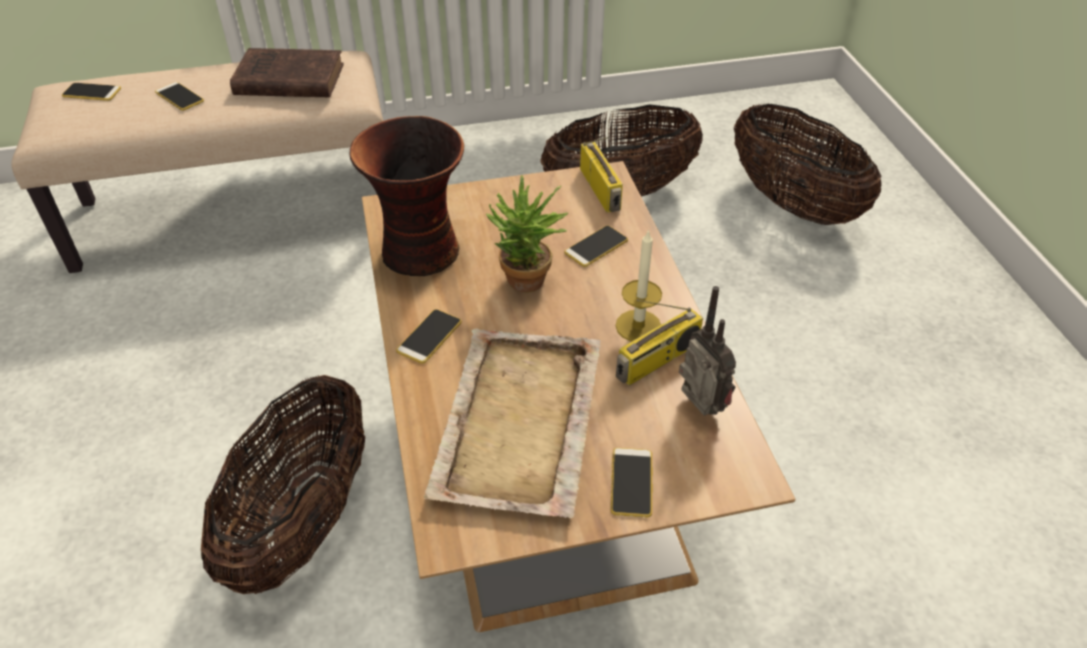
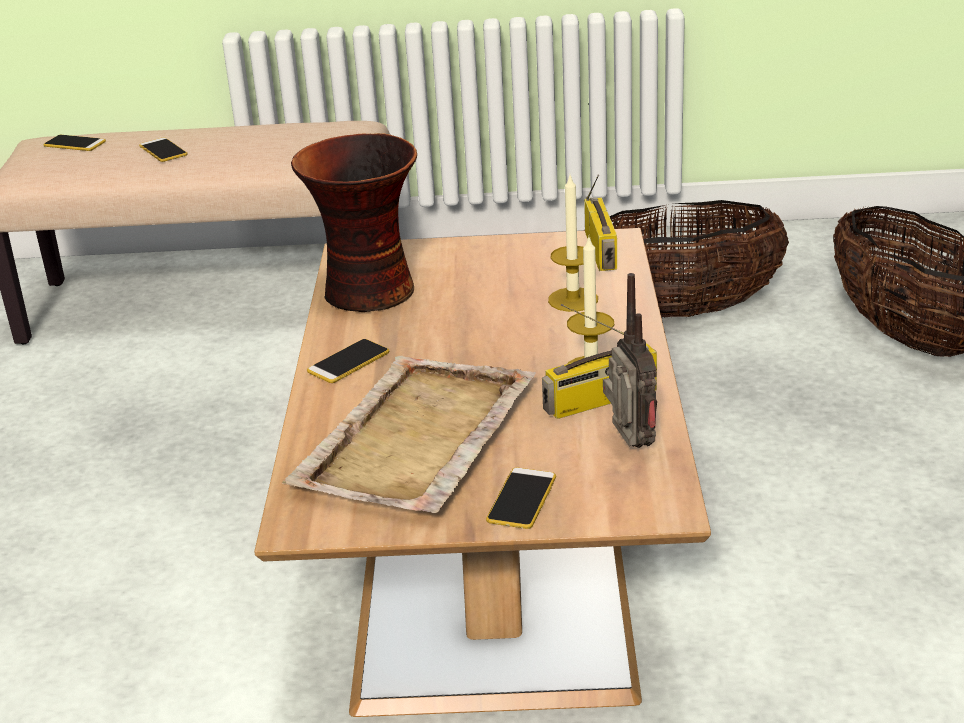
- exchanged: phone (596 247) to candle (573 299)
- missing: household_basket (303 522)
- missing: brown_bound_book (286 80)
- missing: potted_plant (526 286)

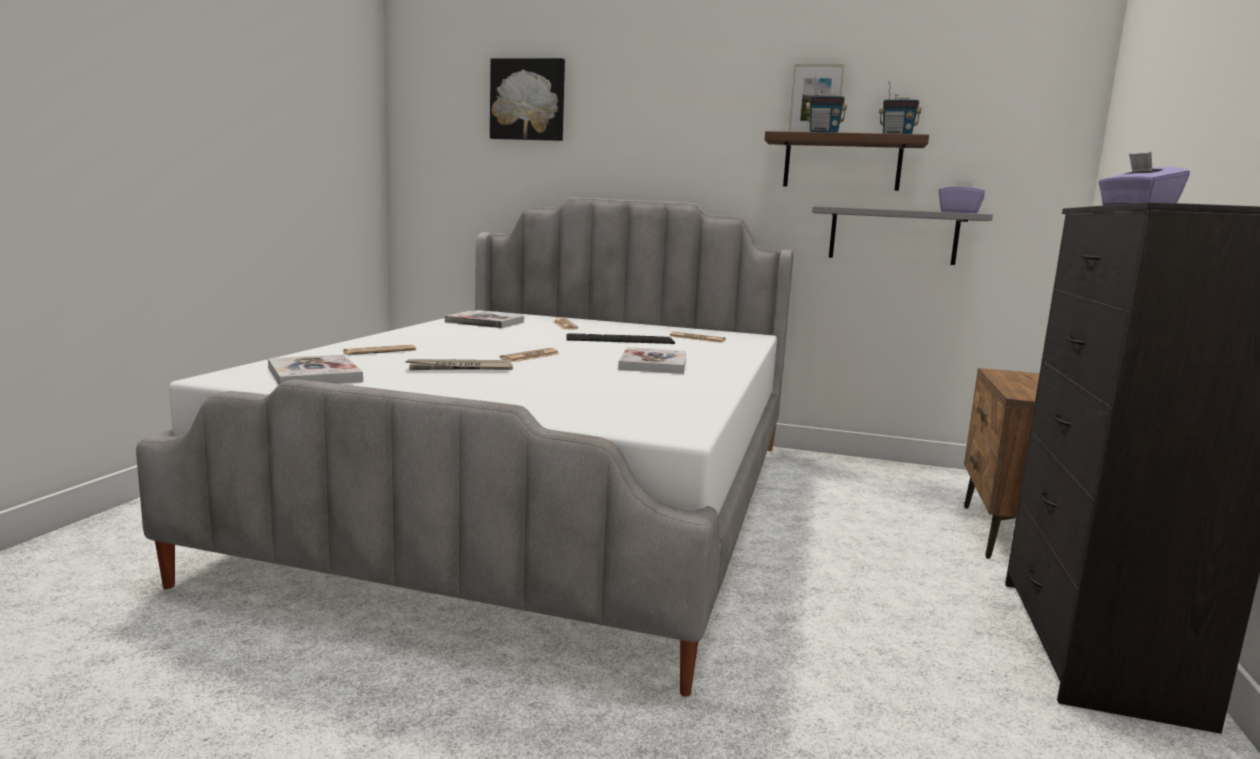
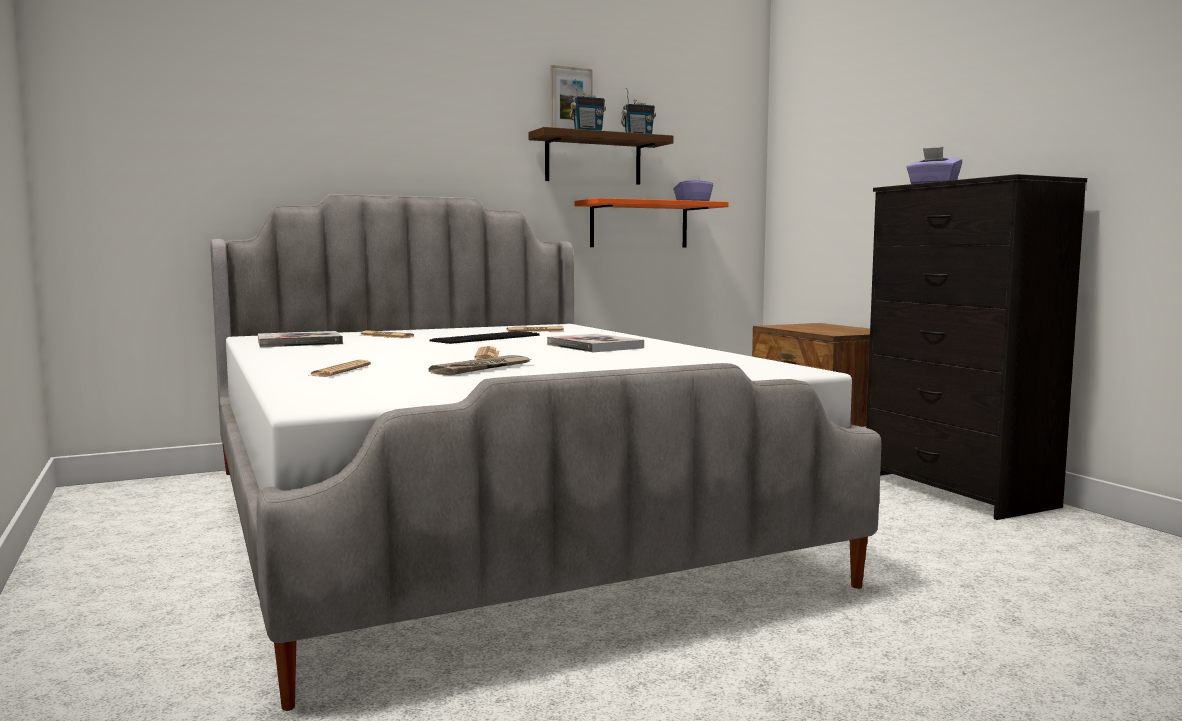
- colour: gray_wall_shelf (893 236) to orangey_wall_shelf (639 225)
- missing: bound_book (314 374)
- missing: wall_art (528 100)

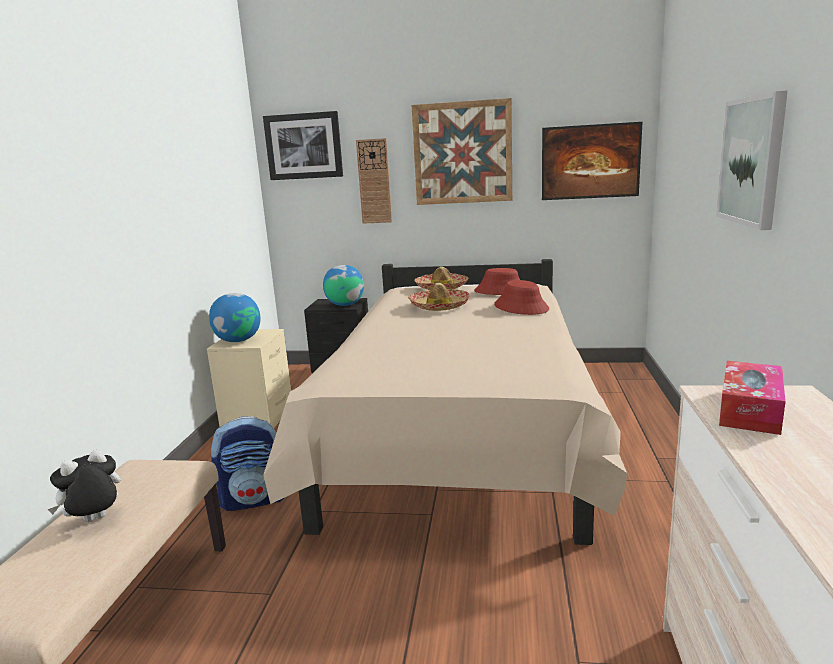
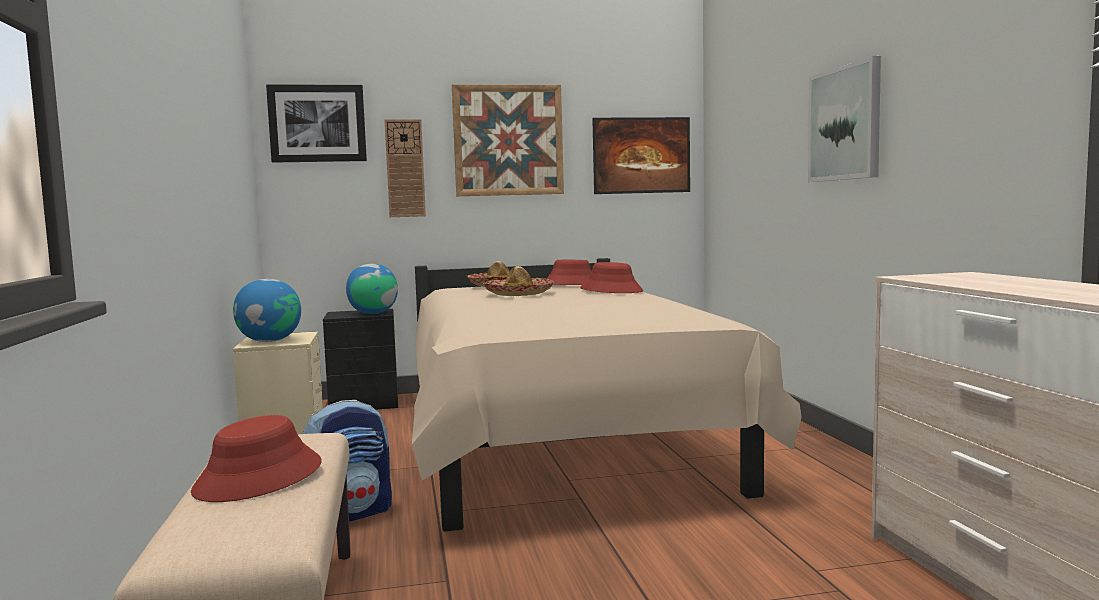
- exchanged: plush_toy (94 521) to red-coloured_wearable_hat (259 478)
- missing: tissue_holder (750 410)

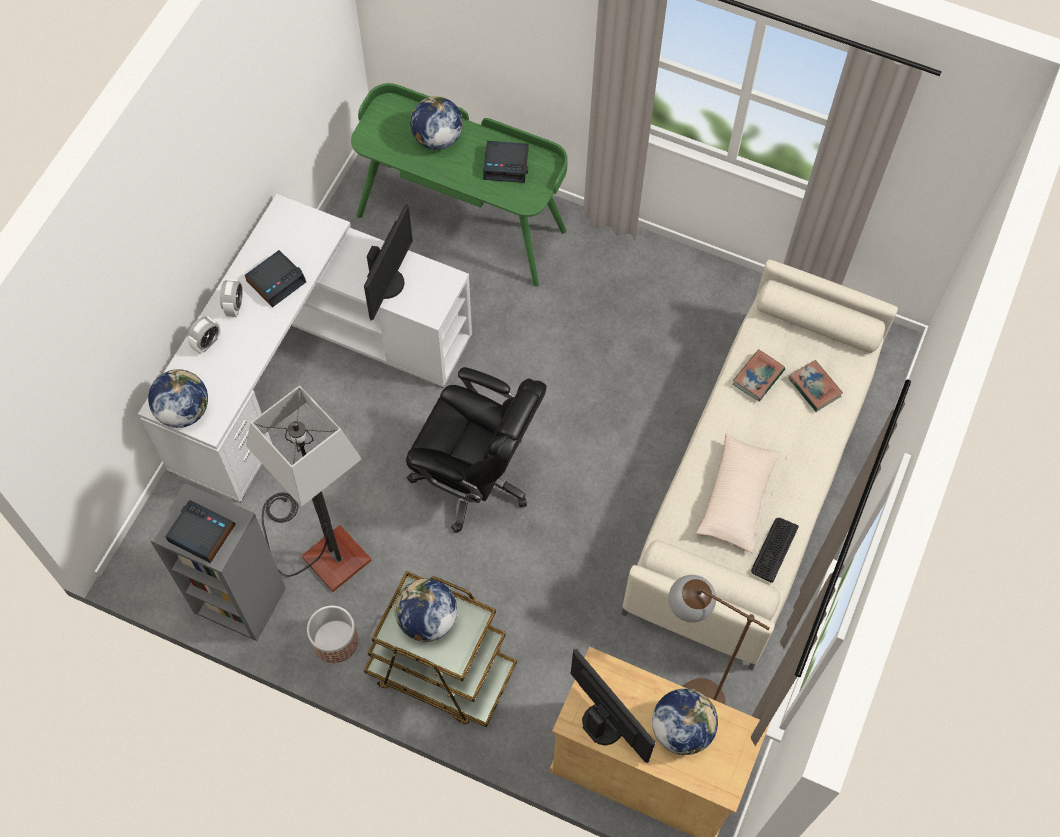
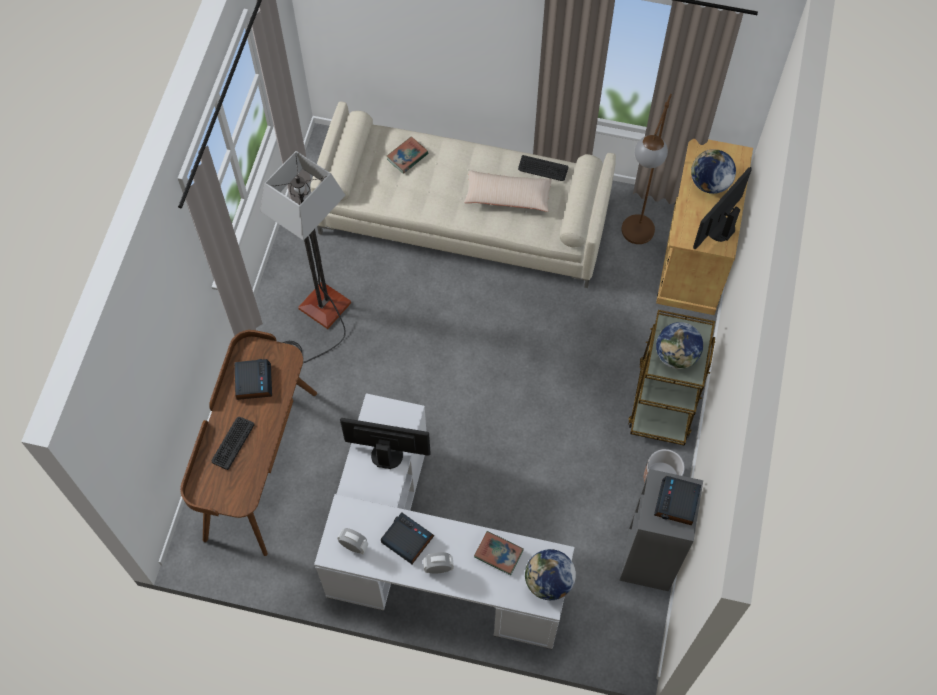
- colour: green-coloured_desk (462 221) to brown_desk (259 464)
- exchanged: world_globe (437 139) to computer_keyboard (232 443)
- relocated: standing_lamp (321 550) to (319 318)
- relocated: table_clock (207 343) to (354 546)
- relocated: bound_book (758 377) to (498 554)
- missing: black_computer_chair (475 477)

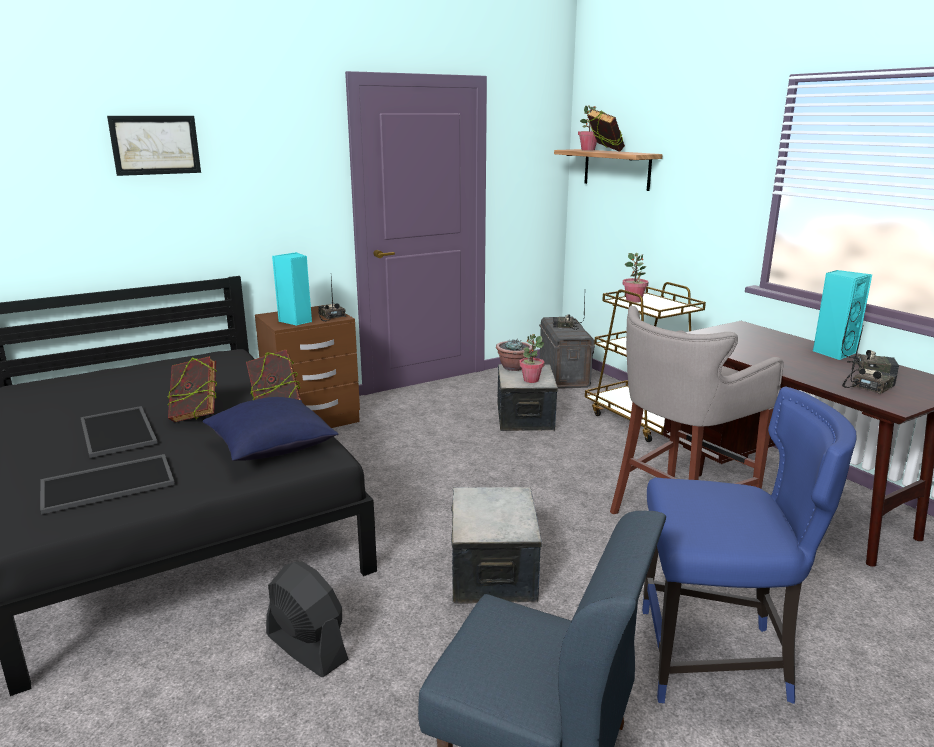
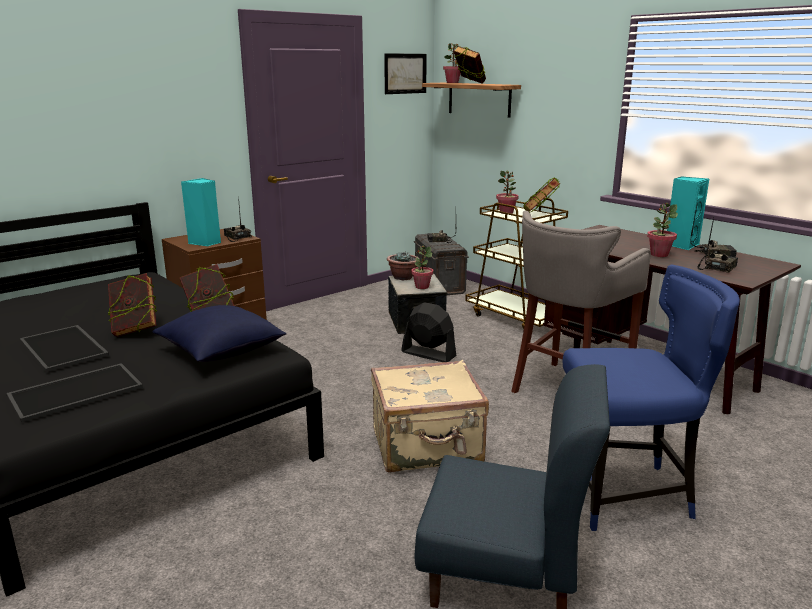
- exchanged: storage_bin (494 572) to sand-coloured_travel_case (427 447)
- relocated: wall_art (155 145) to (405 73)
- relocated: black_fan (306 647) to (428 354)
- appeared: bound_book (539 214)
- appeared: potted_plant (659 254)

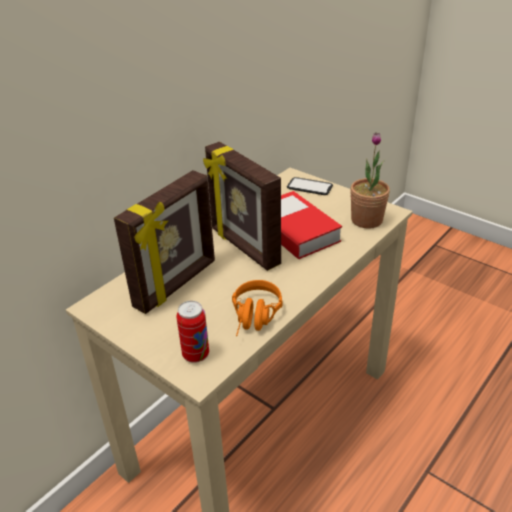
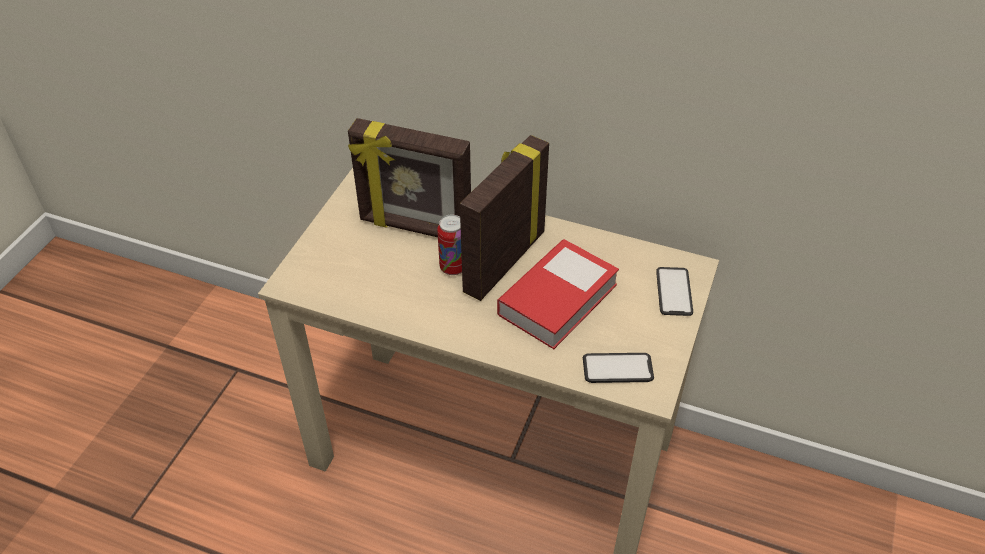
- relocated: sealed_can (196 355) to (453 267)
- exchanged: potted_plant (366 220) to phone (617 368)
- missing: orangey_pair_of_headphones (255 319)

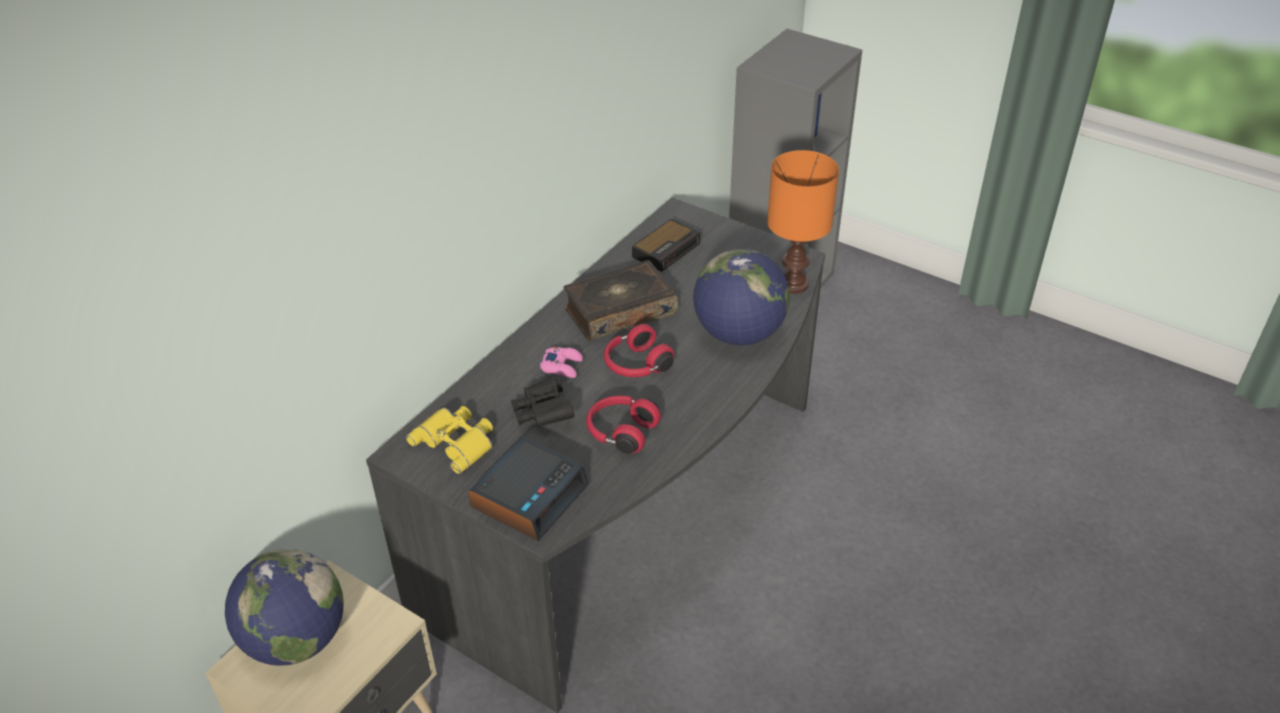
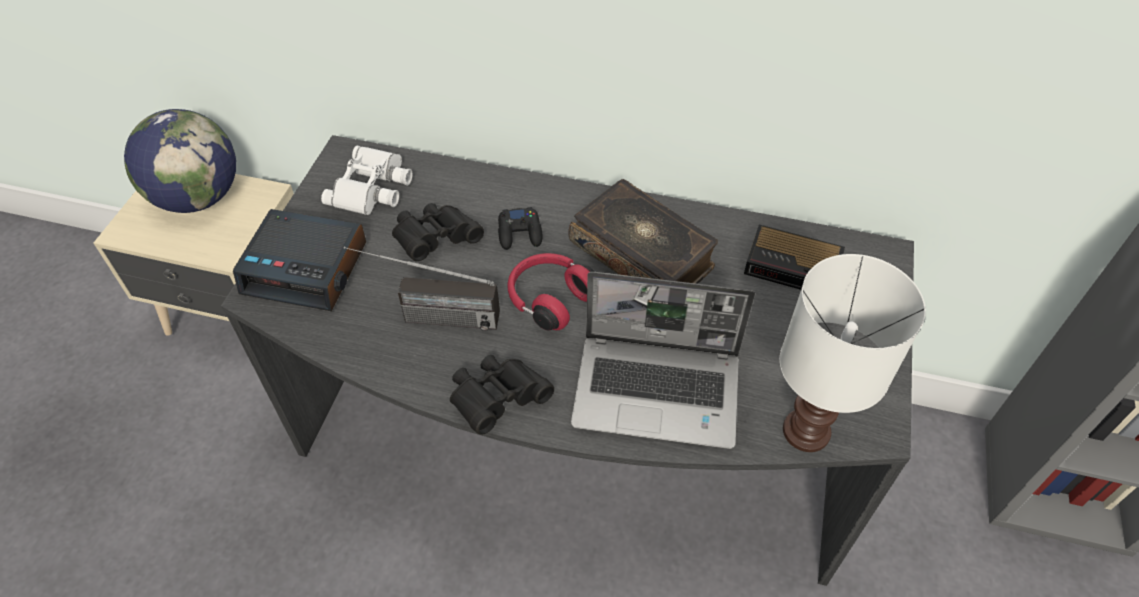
- colour: yellow-coloured_field_glasses (456 441) to white-coloured_field_glasses (373 187)
- exchanged: red-coloured_pair_of_headphones (620 432) to radio (427 317)
- appeared: black_field_glasses (498 400)
- colour: pink_joypad (562 366) to black_joypad (520 233)
- exchanged: world_globe (739 334) to laptop (659 391)
- colour: orangey_table_lamp (794 285) to white-coloured_table_lamp (805 433)

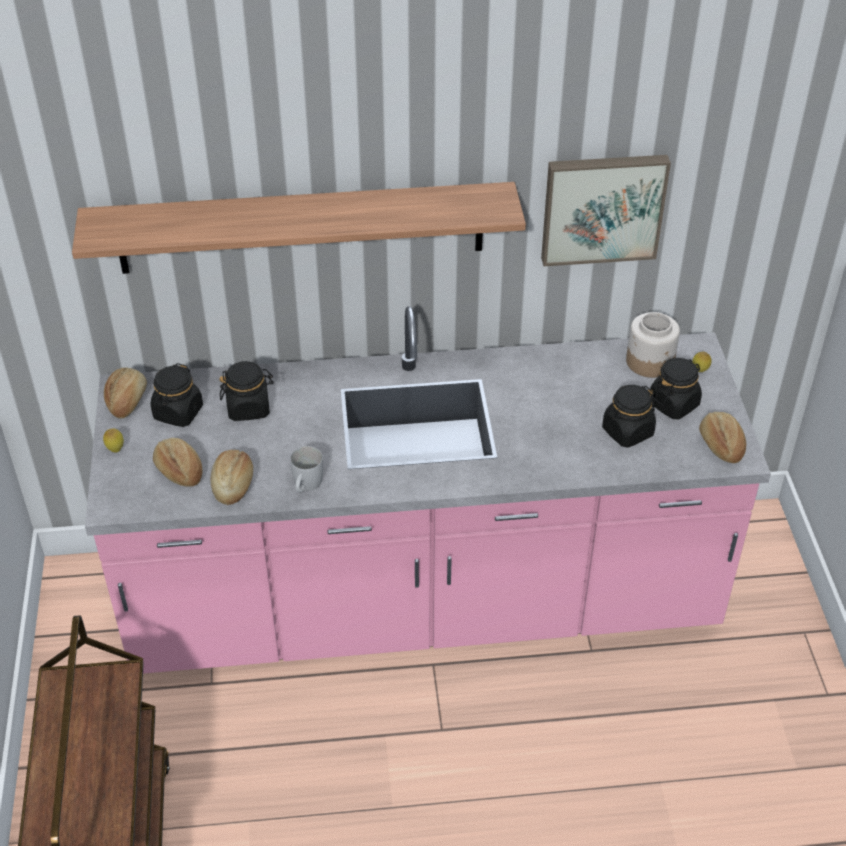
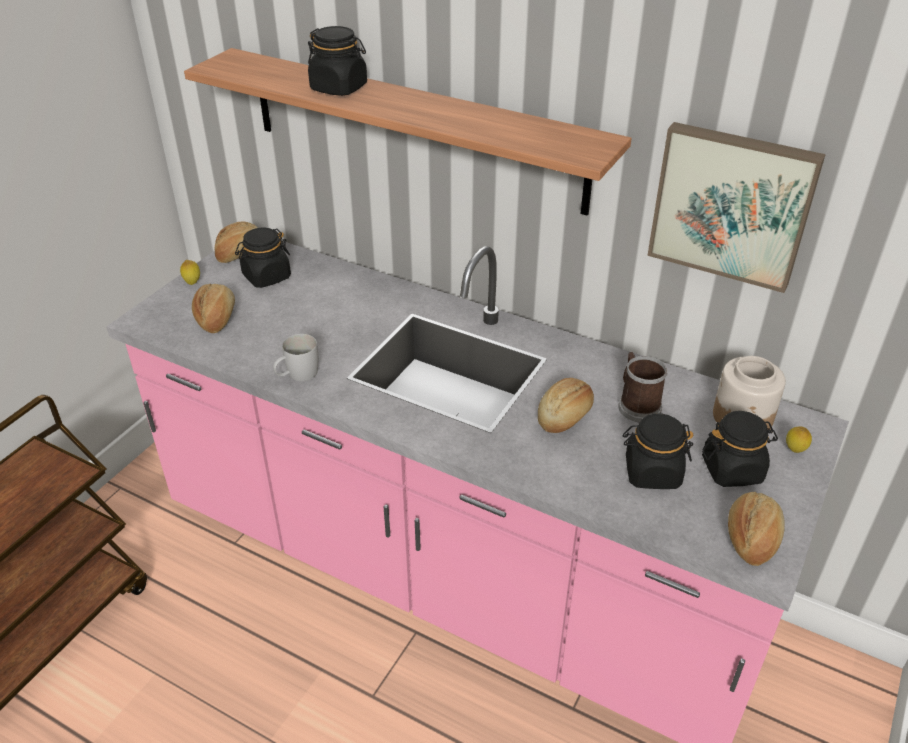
- relocated: black_preserve_jar (249 408) to (339 88)
- relocated: bread (234 484) to (565 416)
- appeared: mug (636 405)

